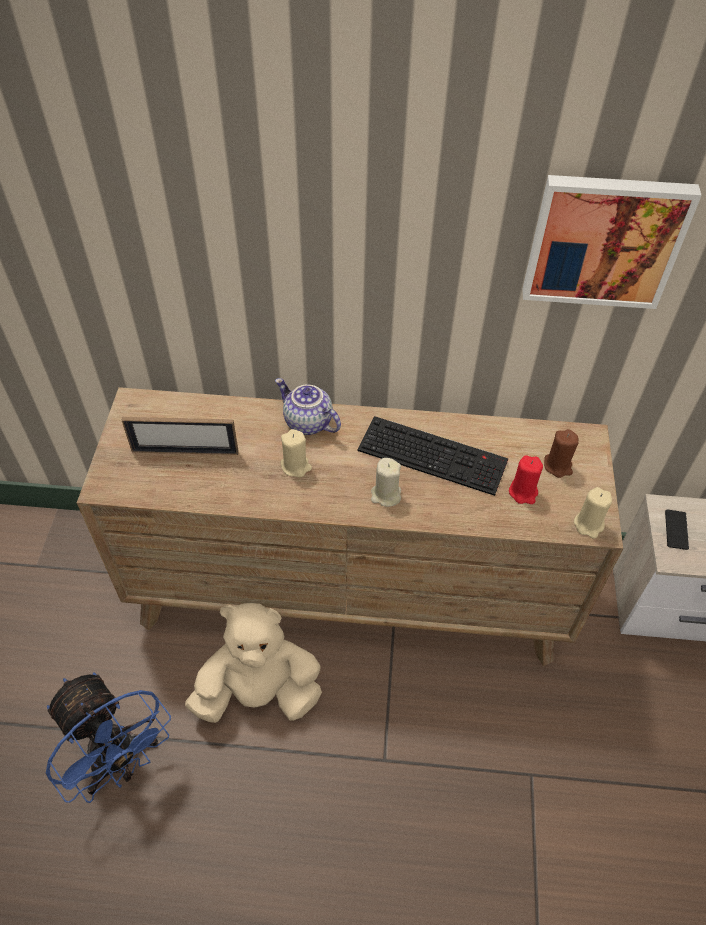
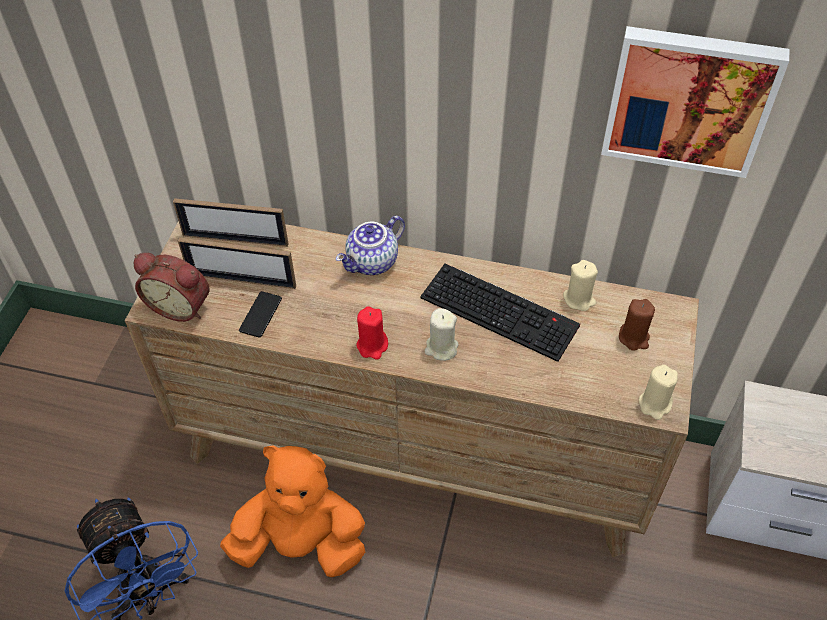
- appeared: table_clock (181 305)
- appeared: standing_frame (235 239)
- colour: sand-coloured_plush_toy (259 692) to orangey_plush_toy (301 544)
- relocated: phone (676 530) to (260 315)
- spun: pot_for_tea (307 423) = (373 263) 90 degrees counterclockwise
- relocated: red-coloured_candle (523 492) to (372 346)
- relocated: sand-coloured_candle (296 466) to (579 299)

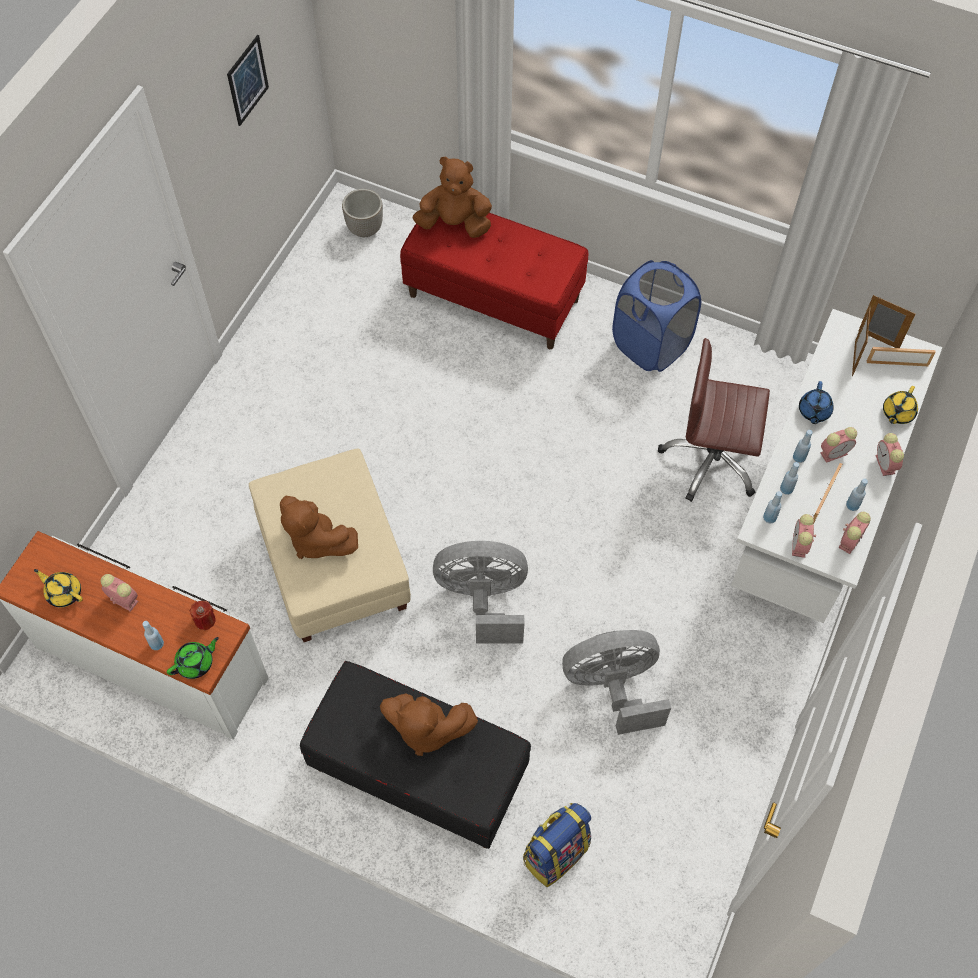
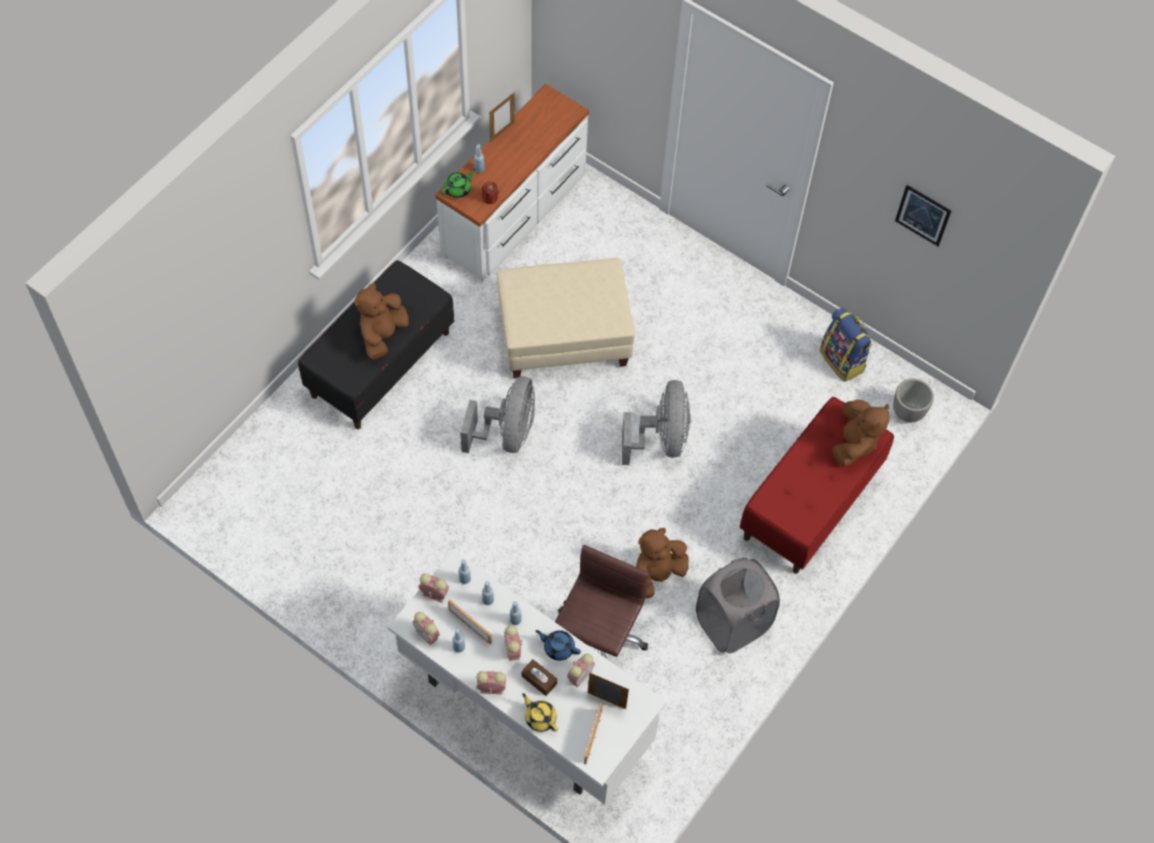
- spun: green-coloured_pot_for_tea (196 663) = (458 189) 105 degrees counterclockwise
- relocated: standing_frame (878 340) to (502 131)
- appeared: brown_tissue_holder (539 680)
- relocated: table_clock (123 600) to (580 675)
- relocated: gray_fan (613 687) to (661 439)
- relocated: brown_plush_toy (316 539) to (657 574)
- colour: blue_hamper (651 345) to gray_hamper (732 624)
- relocated: knapsack (555 852) to (843 360)
- missing: yellow-coloured_pot_for_tea (64 592)

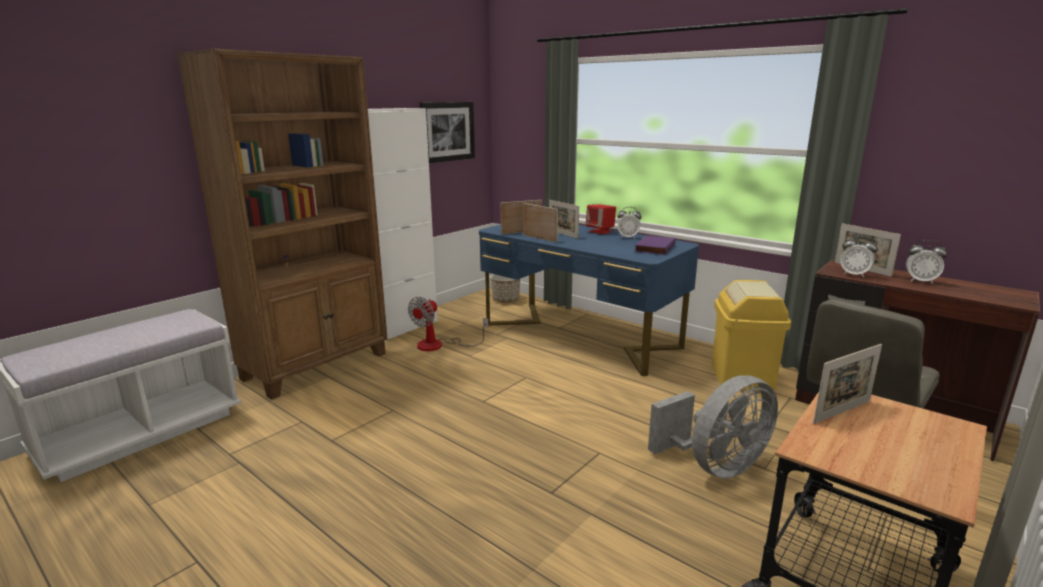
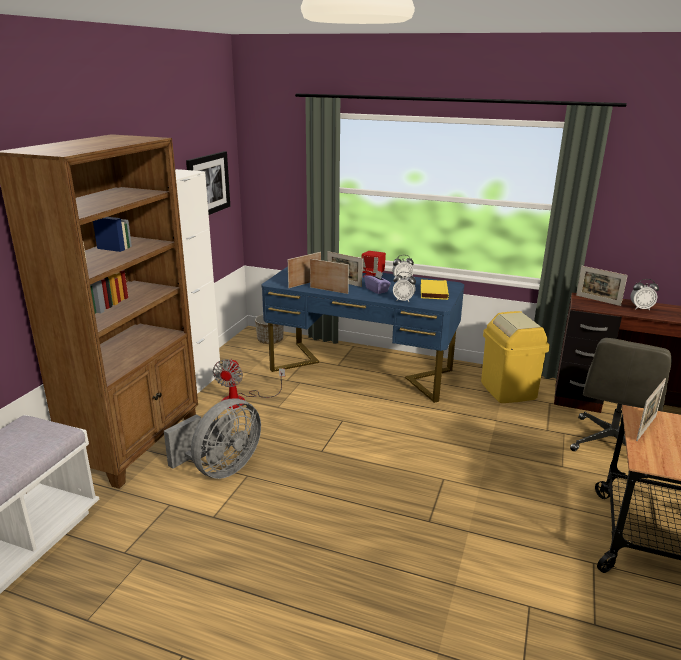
- relocated: gray_fan (716 466) to (220 469)
- appeared: purplish_tissue_holder (377 290)
- relocated: table_clock (854 275) to (403 300)
- colour: purplish_bound_book (654 248) to yellow-coloured_bound_book (432 292)

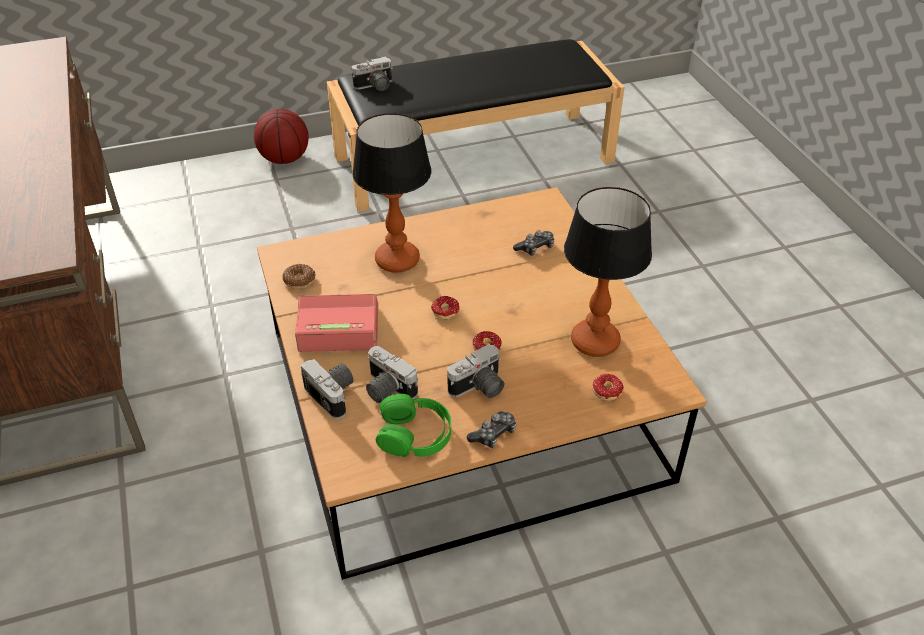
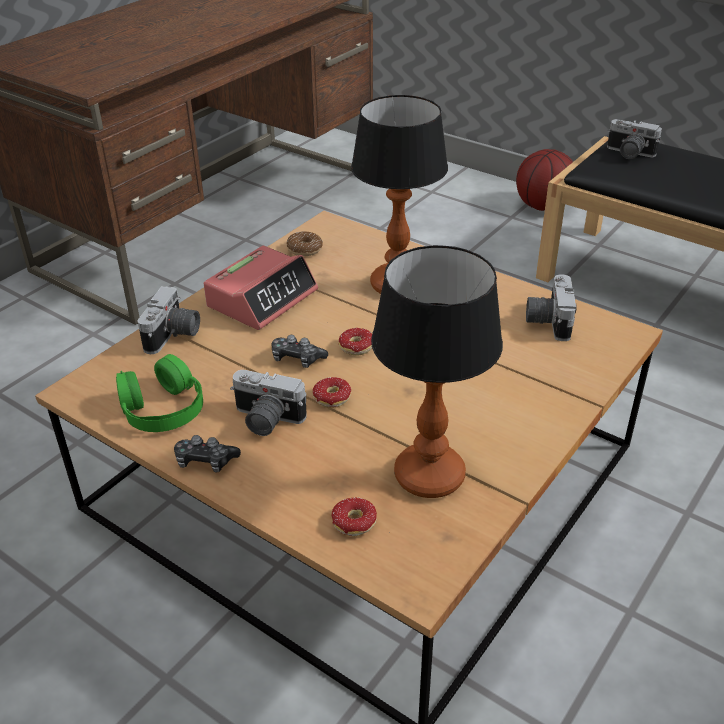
- spun: table_clock (338 329) = (262 298) 75 degrees clockwise
- relocated: joypad (535 248) to (297 359)
- relocated: still_camera (386 389) to (547 321)

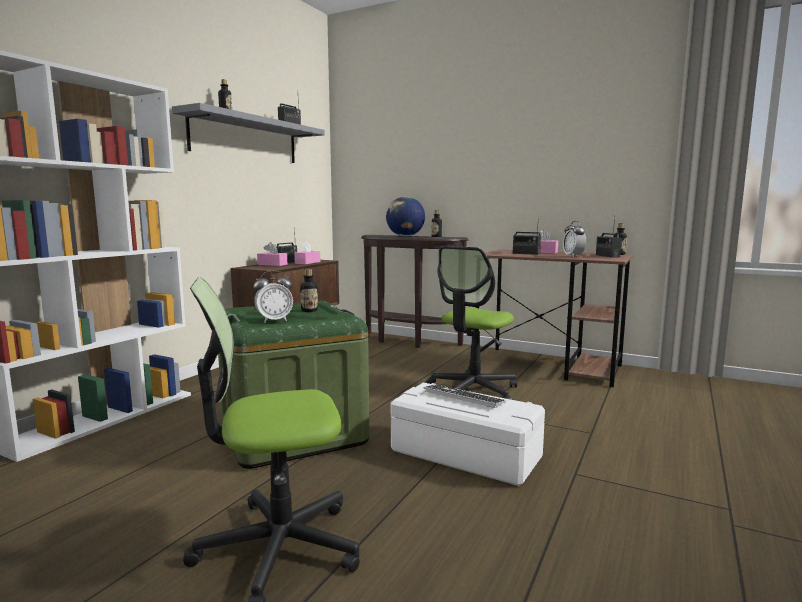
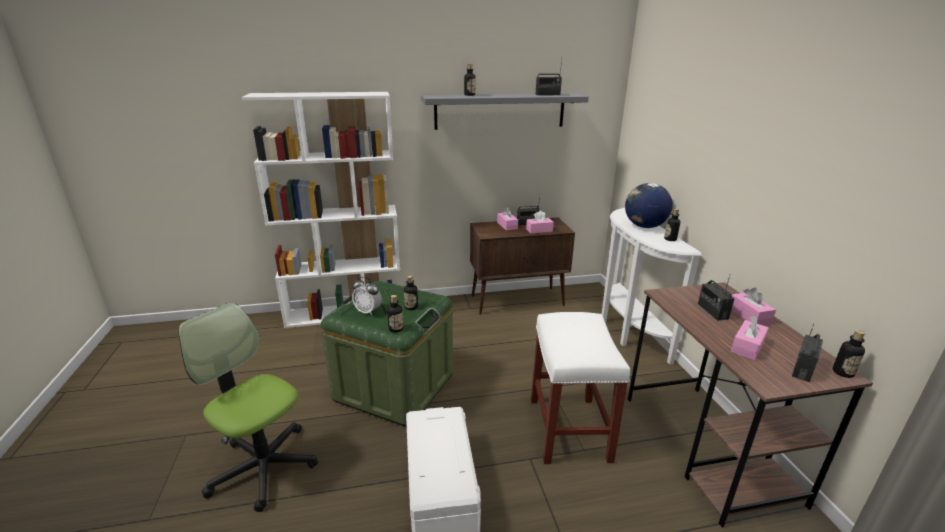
- appeared: bottle (396 329)
- exchanged: computer_chair (473 390) to white-coloured_stool (568 428)
- colour: brown_narrow_table (407 341) to white-coloured_narrow_table (627 331)
- exchanged: table_clock (573 256) to pink_tissue_holder (747 347)
- missing: computer_keyboard (463 397)

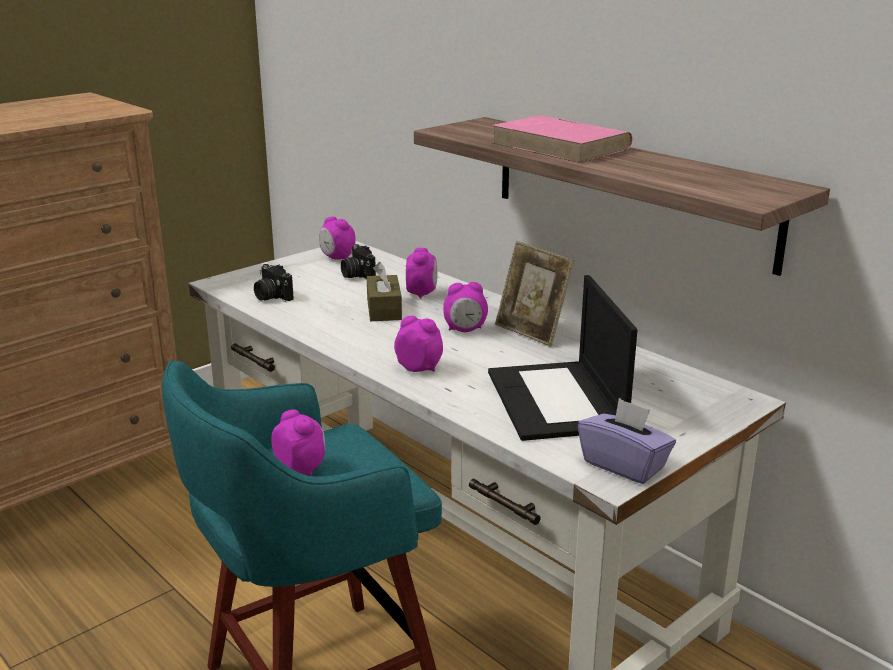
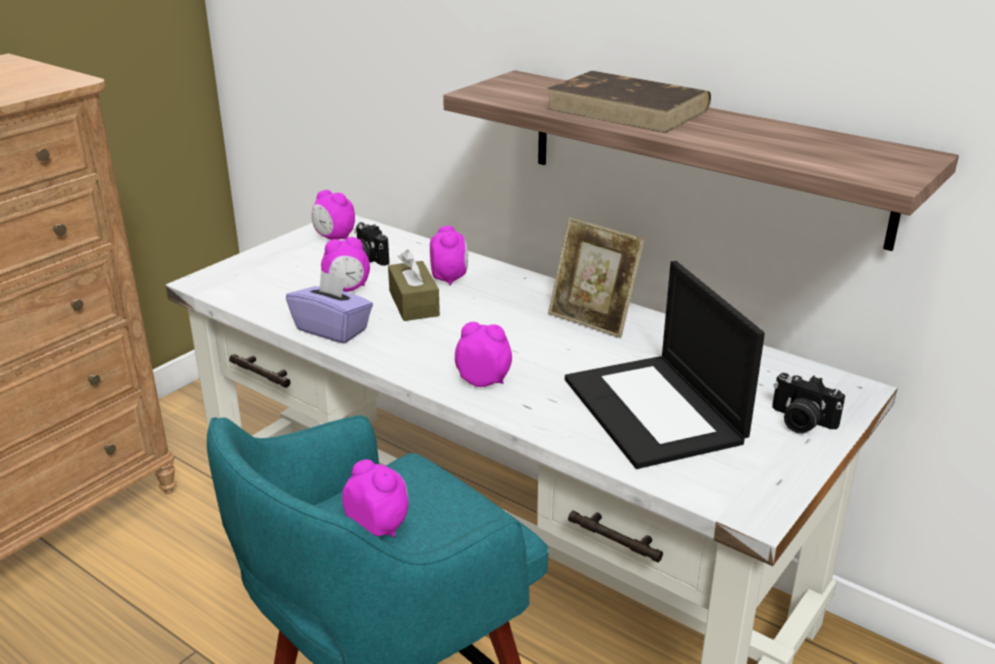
- relocated: purplish_tissue_holder (624 465) to (332 329)
- relocated: table_clock (465 330) to (347 289)
- colour: pink_bound_book (561 146) to brown_bound_book (629 109)
- relocated: still_camera (271 296) to (800 422)

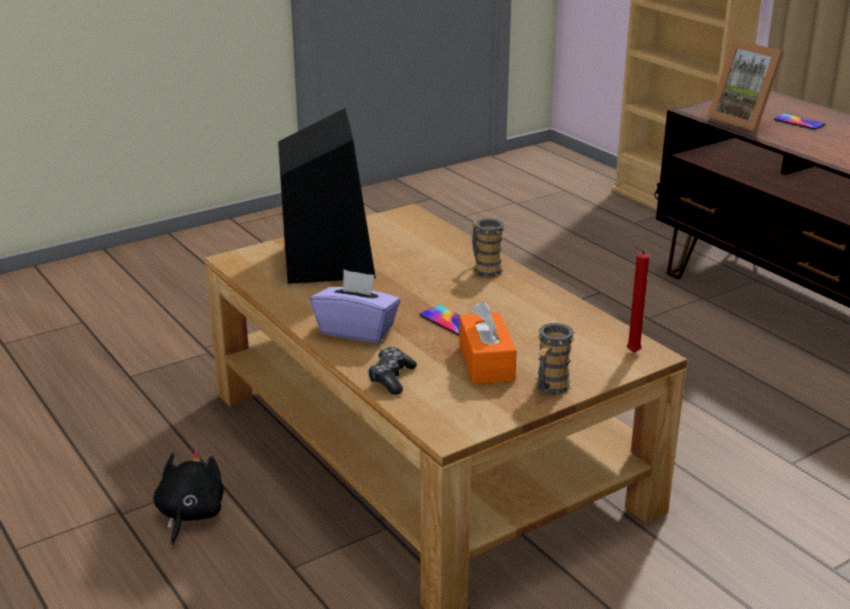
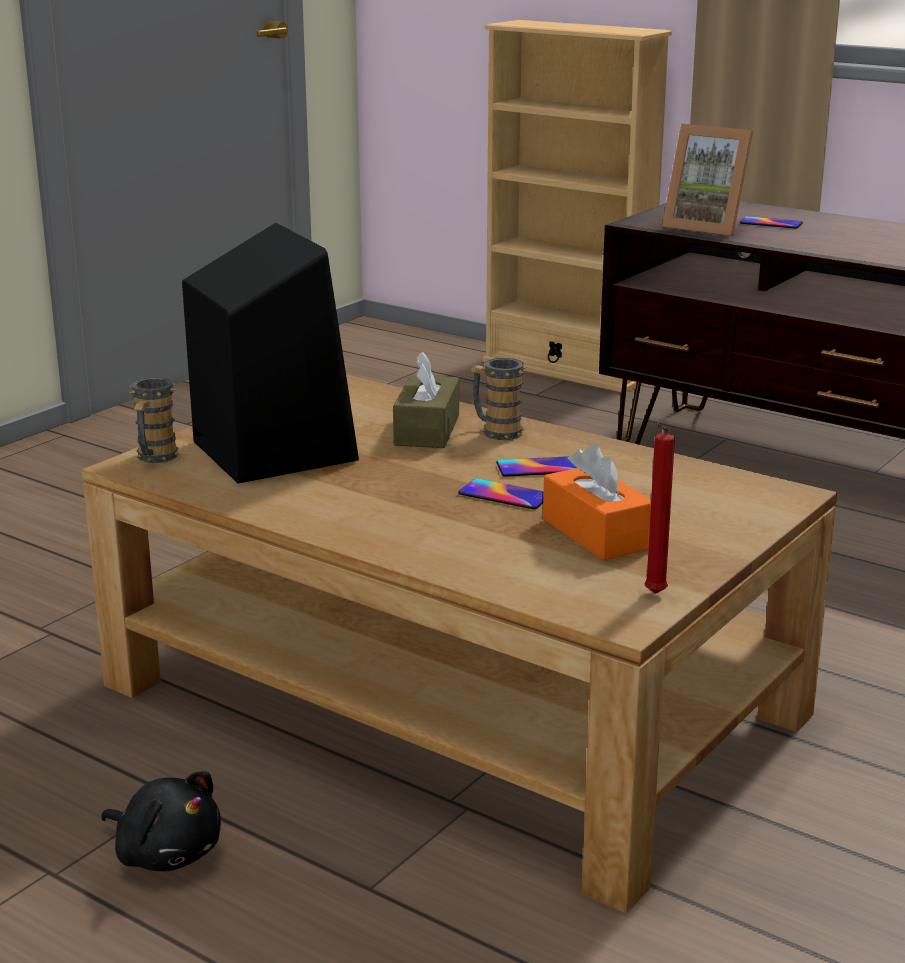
- spun: black_plush_toy (189 515) = (166 853) 135 degrees clockwise
- relocated: mug (550 389) to (154 458)
- appeared: brown_tissue_holder (427 430)
- appeared: phone (539 467)
- relocated: red-coloured_candle (631 353) to (653 595)
- missing: purplish_tissue_holder (357 330)
- missing: joypad (391 378)

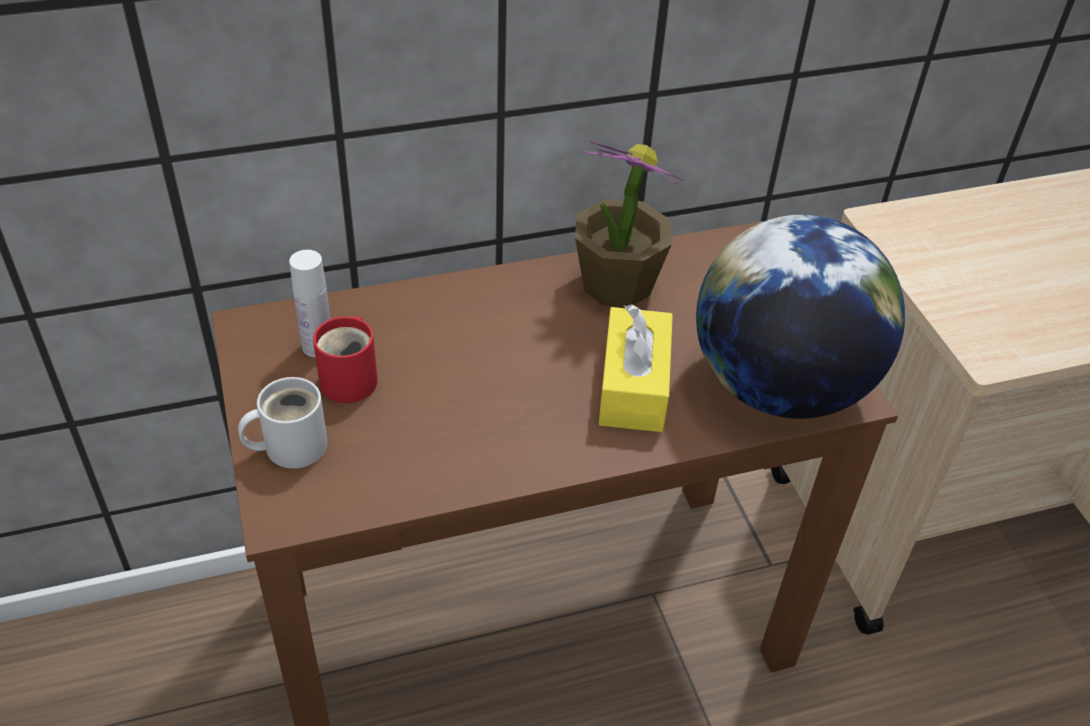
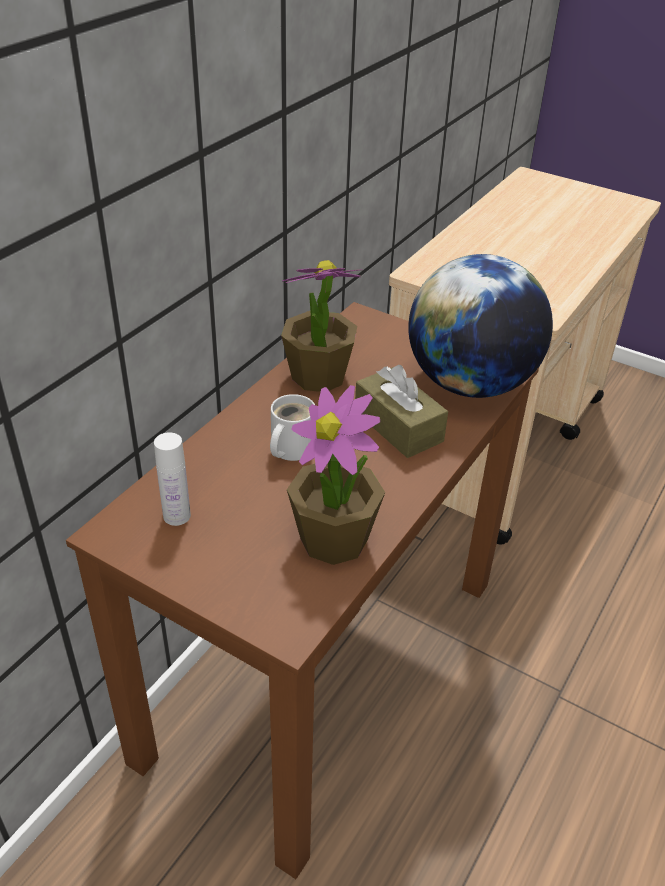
- relocated: white-coloured_mug (289 445) to (289 448)
- appeared: potted_plant (334 539)
- colour: yellow-coloured_tissue_holder (633 386) to brown_tissue_holder (398 426)
- missing: red-coloured_mug (352 378)

